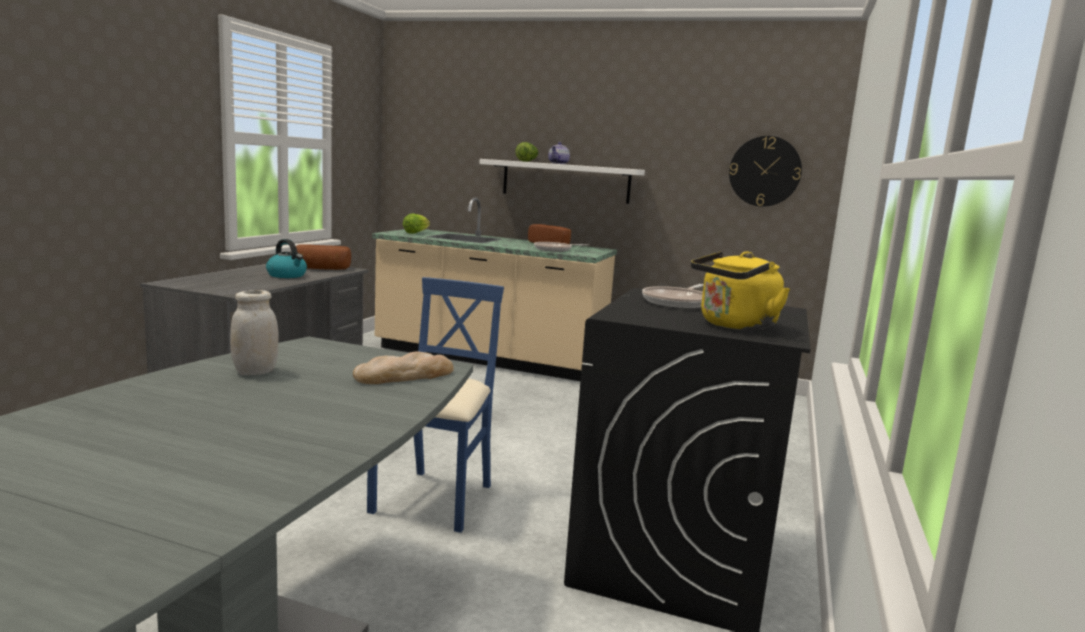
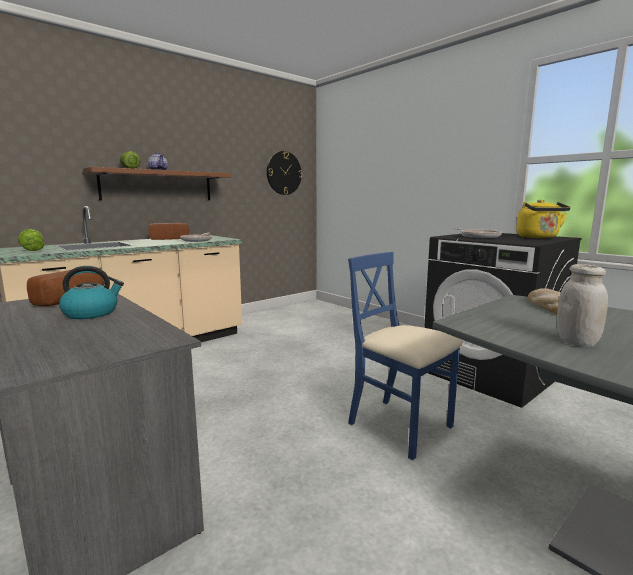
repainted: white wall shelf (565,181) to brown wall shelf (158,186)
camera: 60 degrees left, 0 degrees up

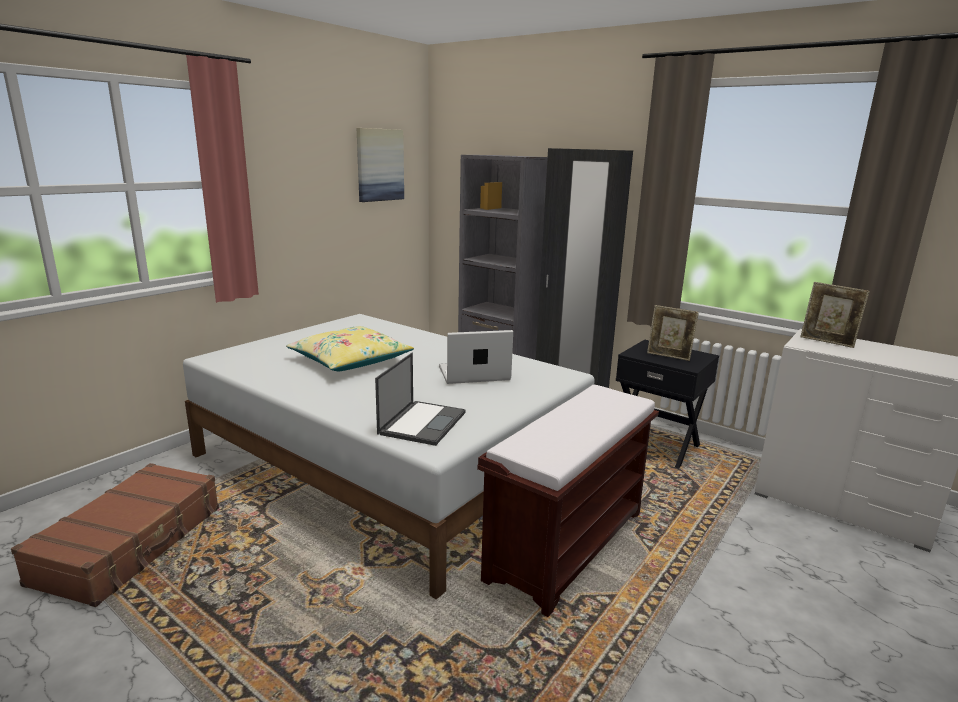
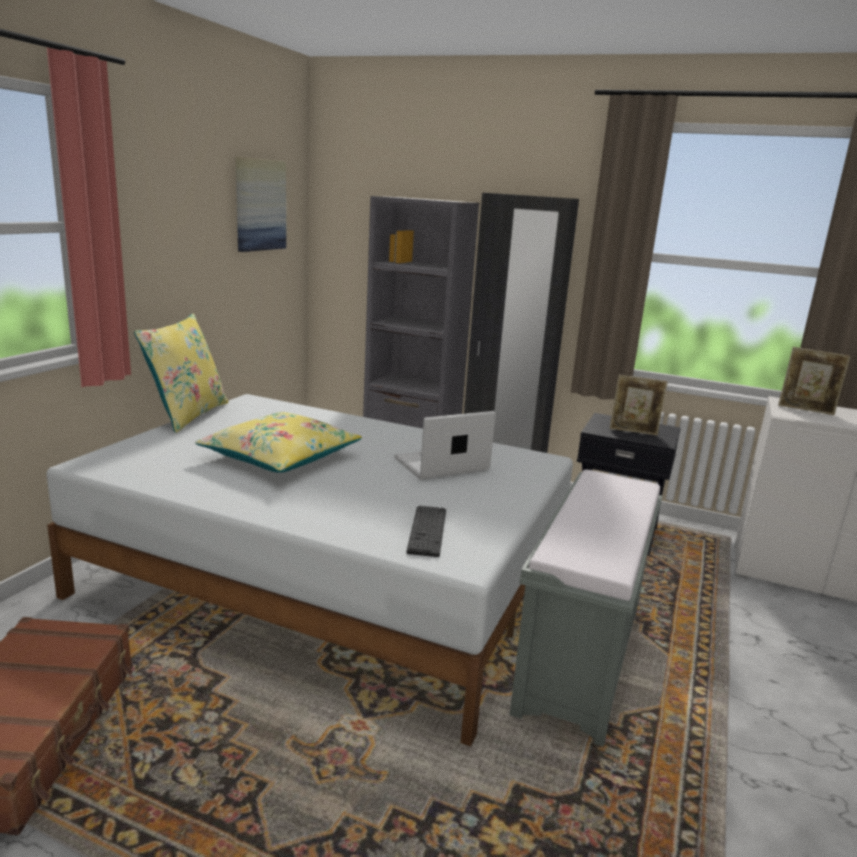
new: yellowish cushion (187,415)
swapped: notebook computer (422,422) to keyboard (427,531)
repainted: brown indoor bench (567,543) to grey indoor bench (579,656)
camera: 15 degrees left, 0 degrees up

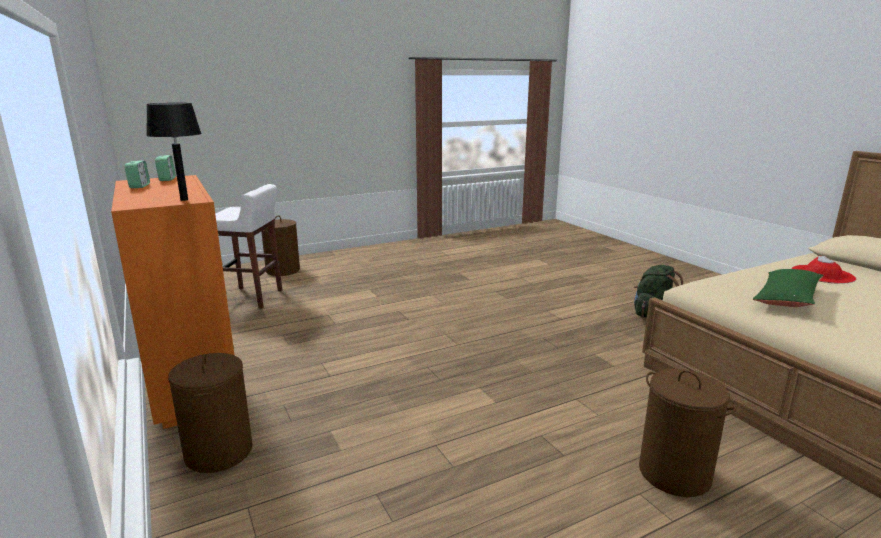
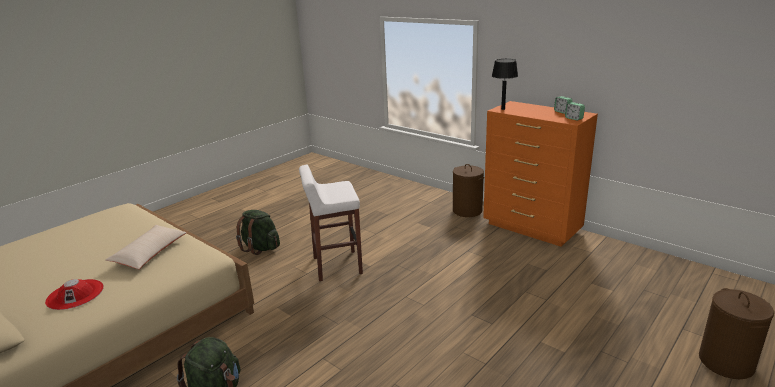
shifted: white stool seat (251,298) to (336,266)
swapped: brown hamper (675,474) to green-coloured rucksack (260,248)
repainted: green-coloured cushion (786,298) to beige cushion (150,253)
camera: 160 degrees right, 5 degrees up

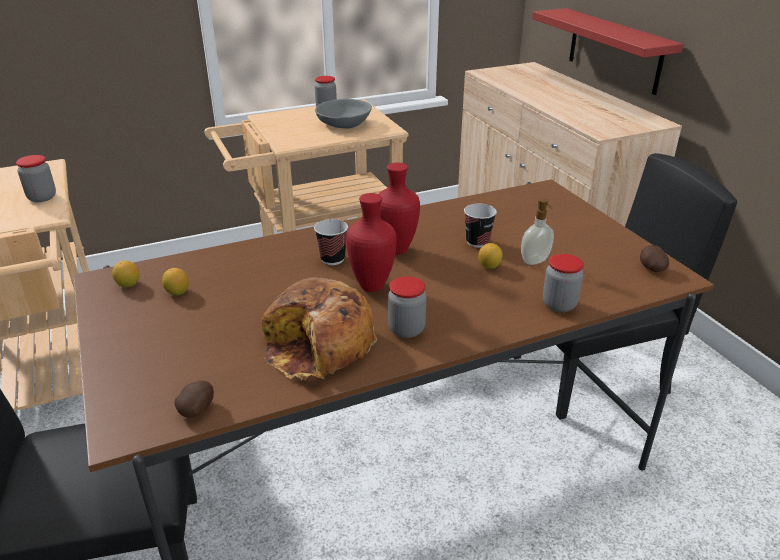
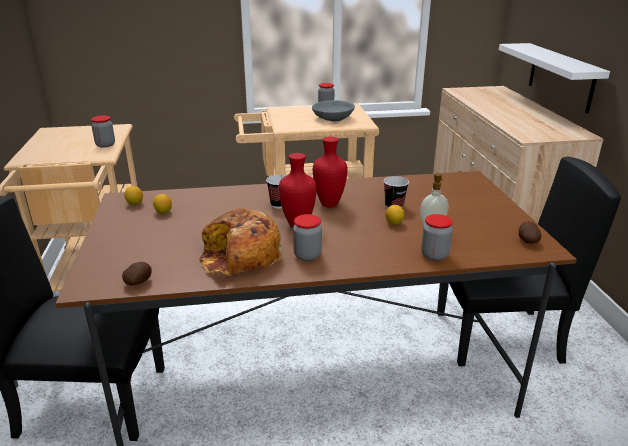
repainted: red-coloured wall shelf (614,50) to white wall shelf (561,77)
camera: 15 degrees right, 5 degrees down

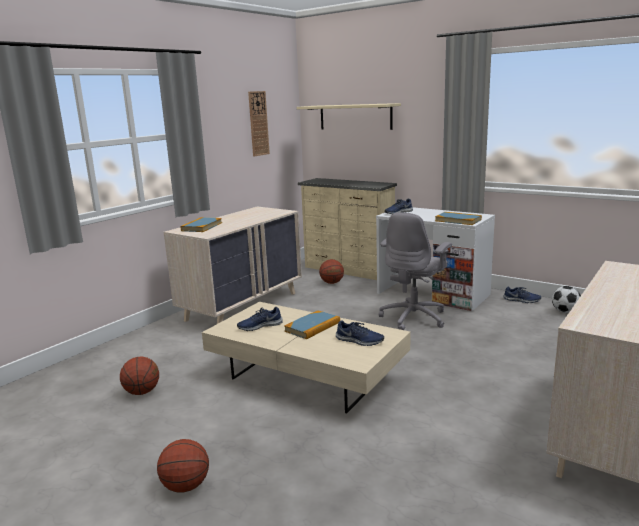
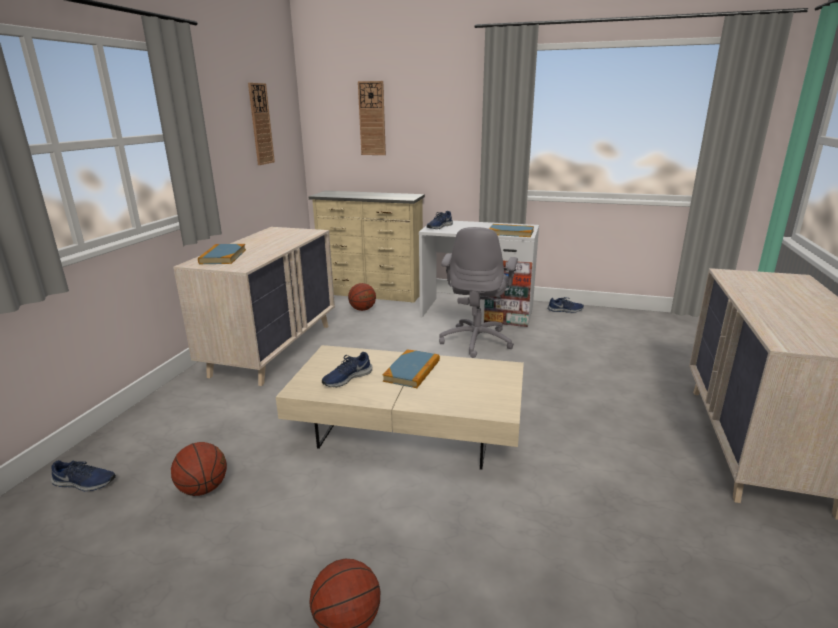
gone: ball for football (565,312)
shifted: blue-coloured low shoe (359,341) to (84,483)
swapped: beige wall shelf (355,117) to clock on the wall (372,118)
camera: 20 degrees left, 5 degrees up

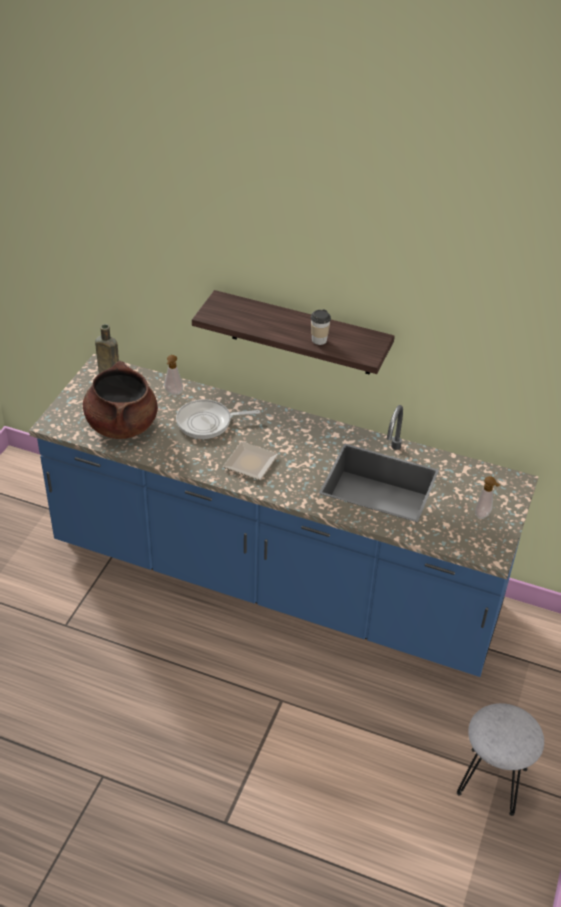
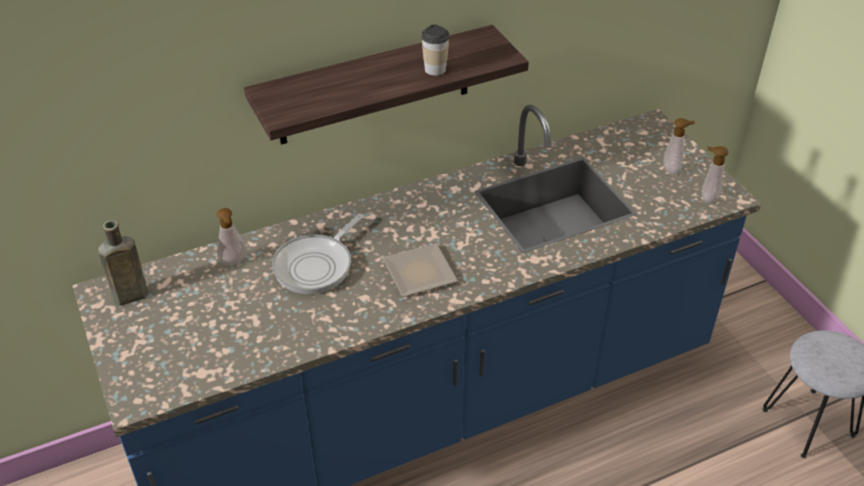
gone: brown cooking pot (121,425)
new: soap bottle (707,197)
camera: 45 degrees left, 0 degrees up

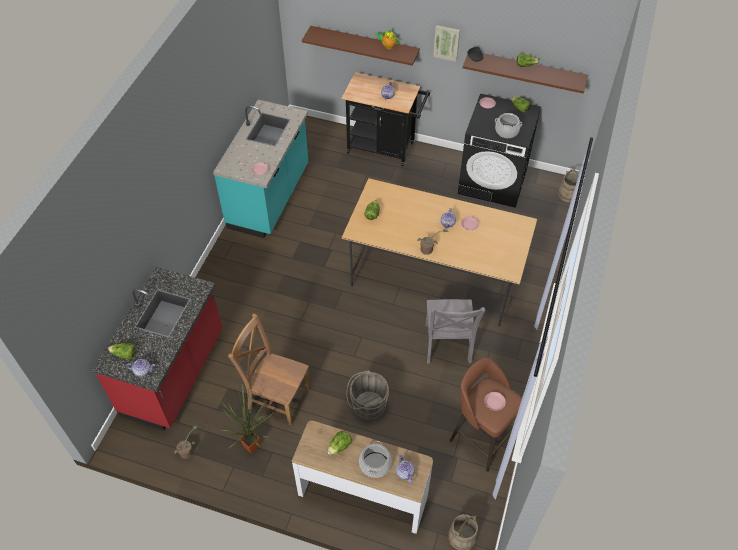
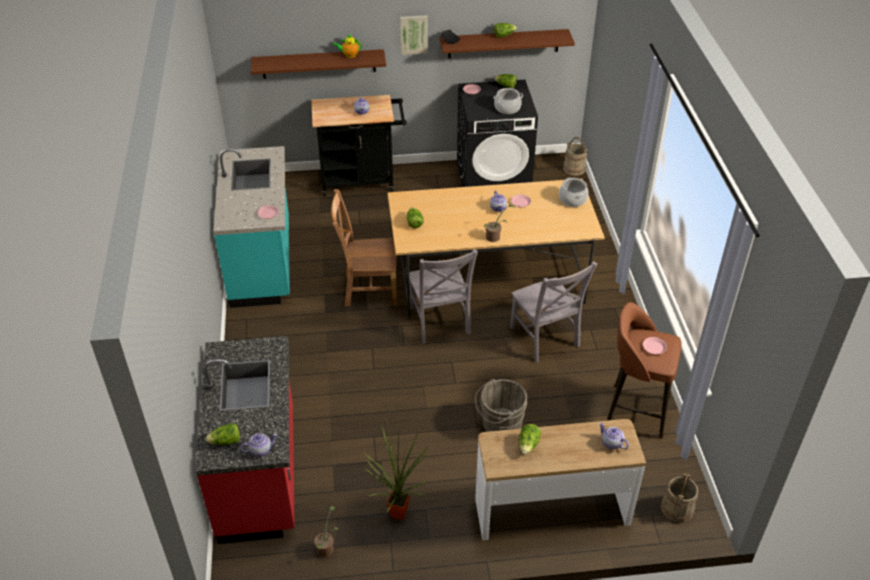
new: grey chair (440,322)
shifted: brown chair (276,397) to (368,289); cooking pot (375,464) to (573,199)
camera: 25 degrees left, 10 degrees down

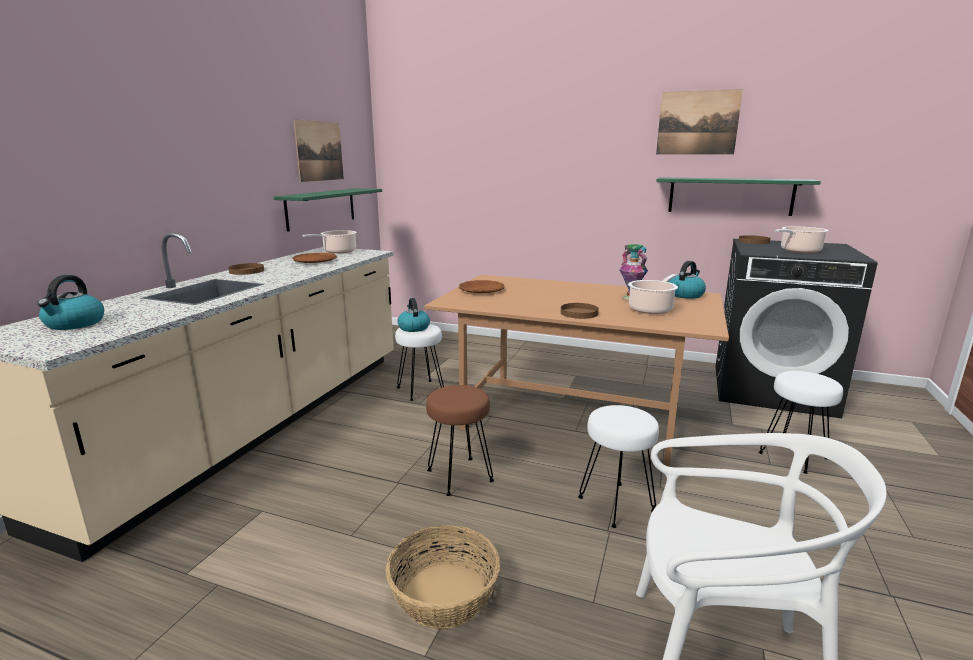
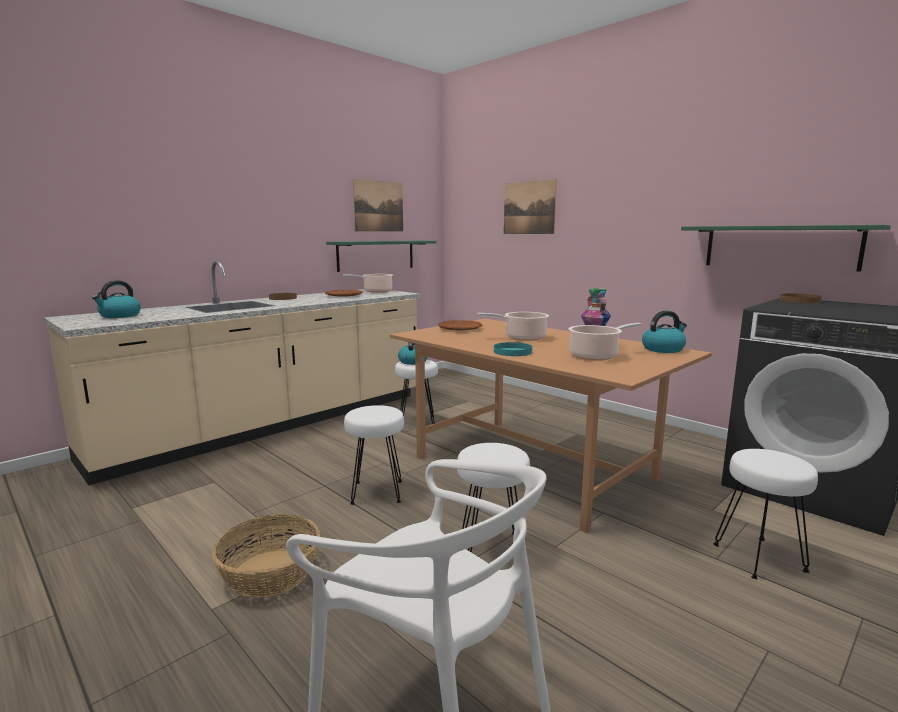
shifted: wall picture (697,123) to (529,208); cooking pot (798,251) to (522,338)
repainted: brown stool seat (459,476) to white stool seat (376,492); brown flat dish (579,313) to turquoise flat dish (512,352)
camera: 25 degrees right, 5 degrees down

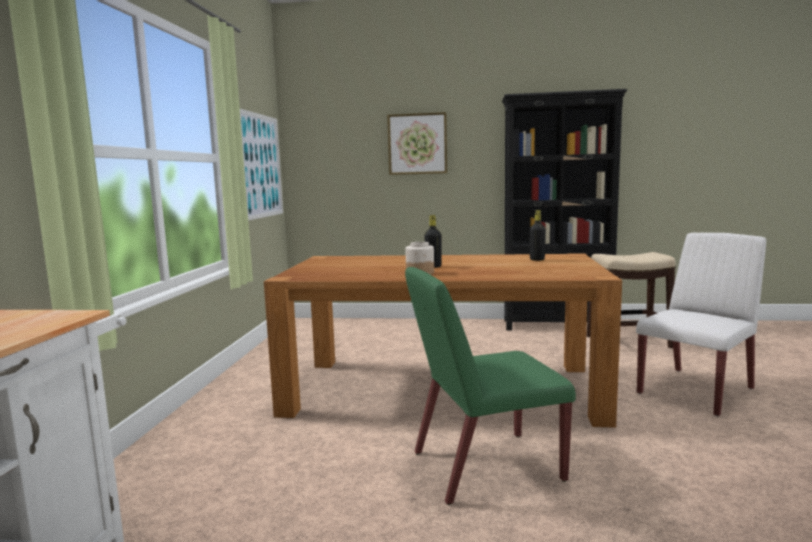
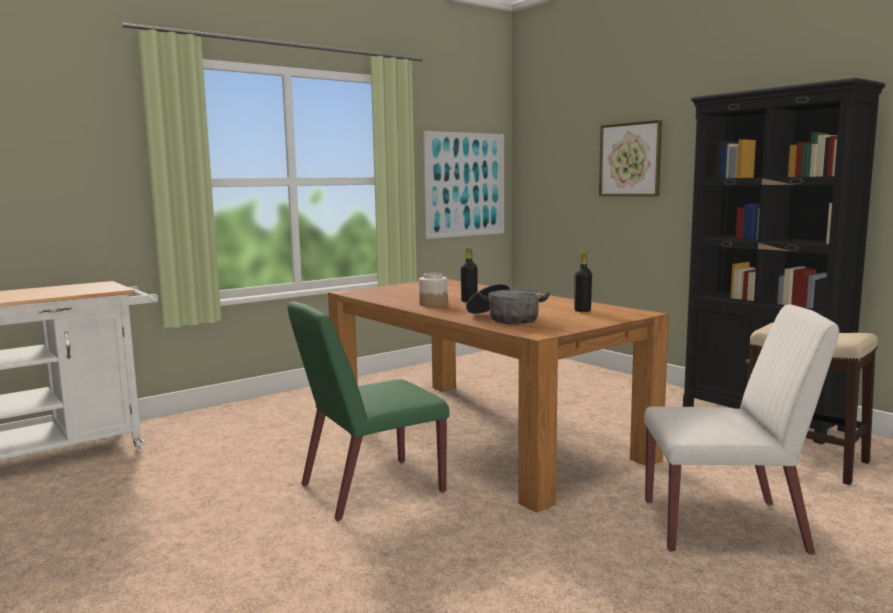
new: cooking pot (504,318)
rotated: green-coloured chair (484,466) = (370,489) 60 degrees counterclockwise
camera: 45 degrees right, 0 degrees up

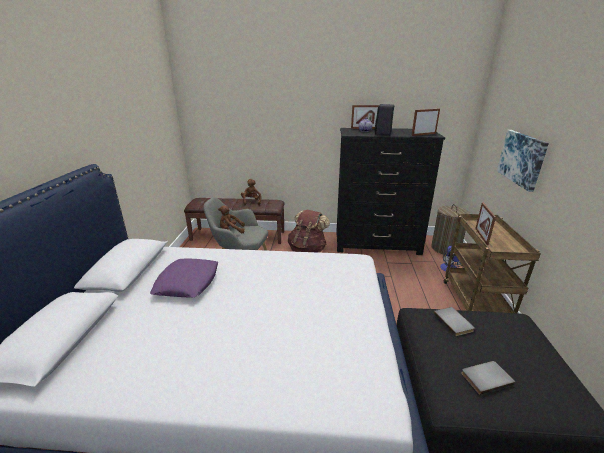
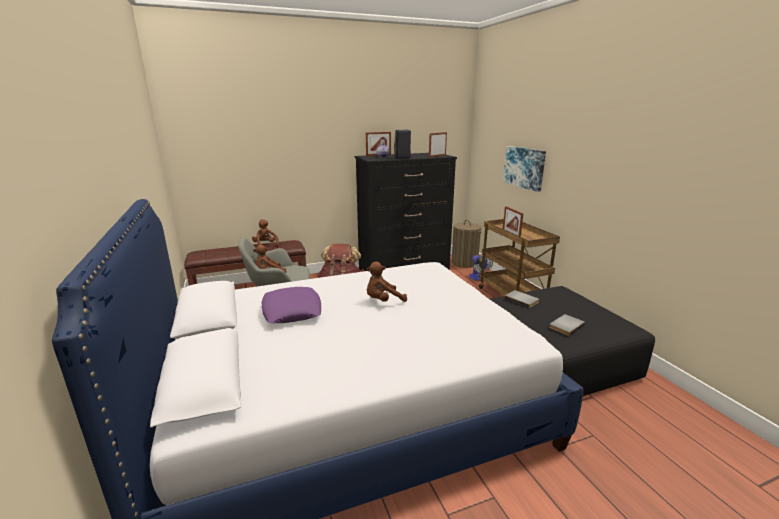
new: brown plush toy (383,301)
camera: 25 degrees left, 5 degrees down

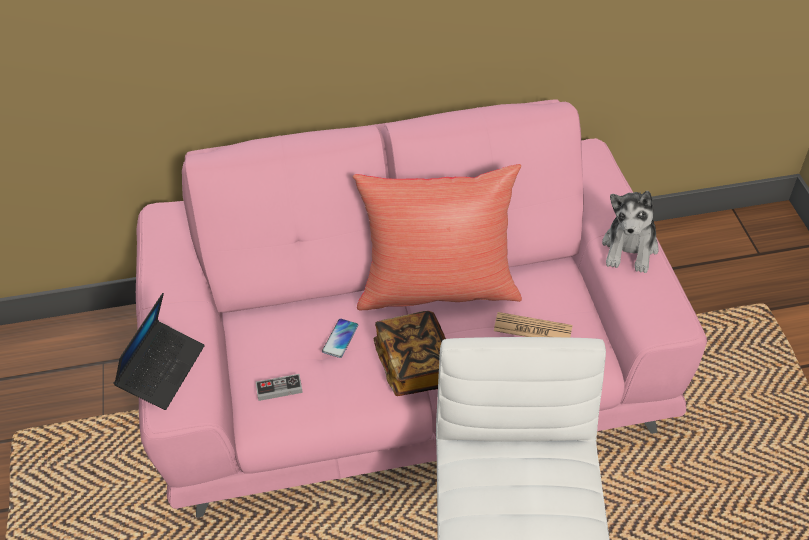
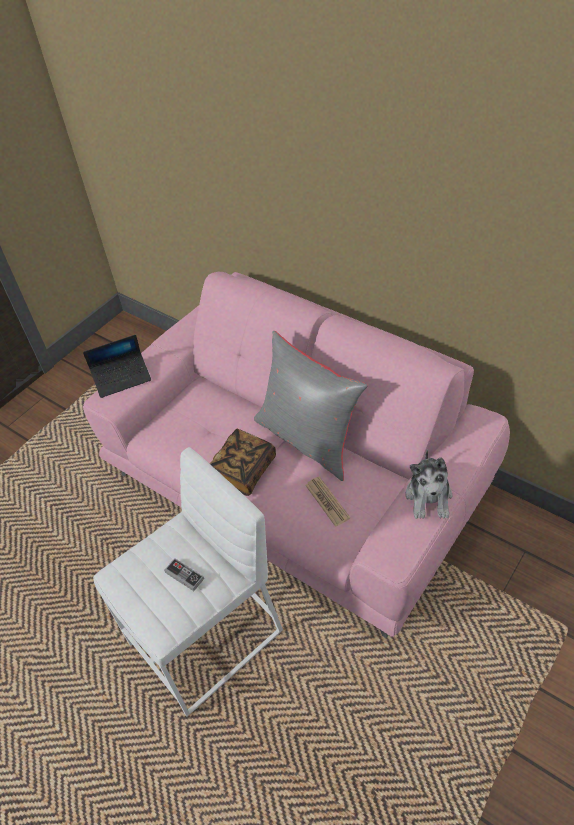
gone: phone (340,338)
shifted: game controller (279,389) to (184,575)
repainted: red-coloured cushion (437,287) to grey cushion (308,439)
rotated: plush toy (630,248) = (429,497) 60 degrees counterclockwise
camera: 50 degrees right, 0 degrees up

